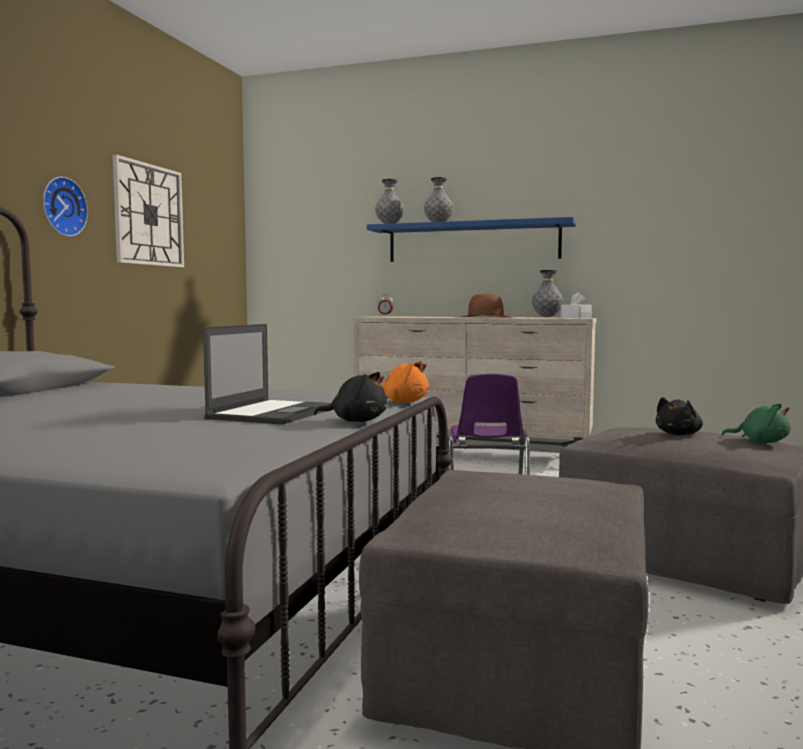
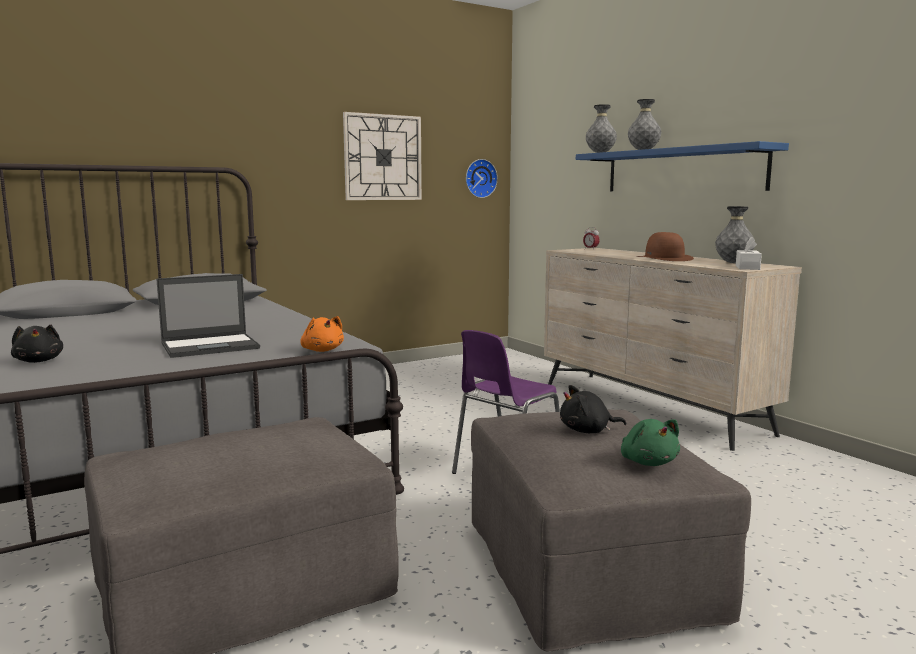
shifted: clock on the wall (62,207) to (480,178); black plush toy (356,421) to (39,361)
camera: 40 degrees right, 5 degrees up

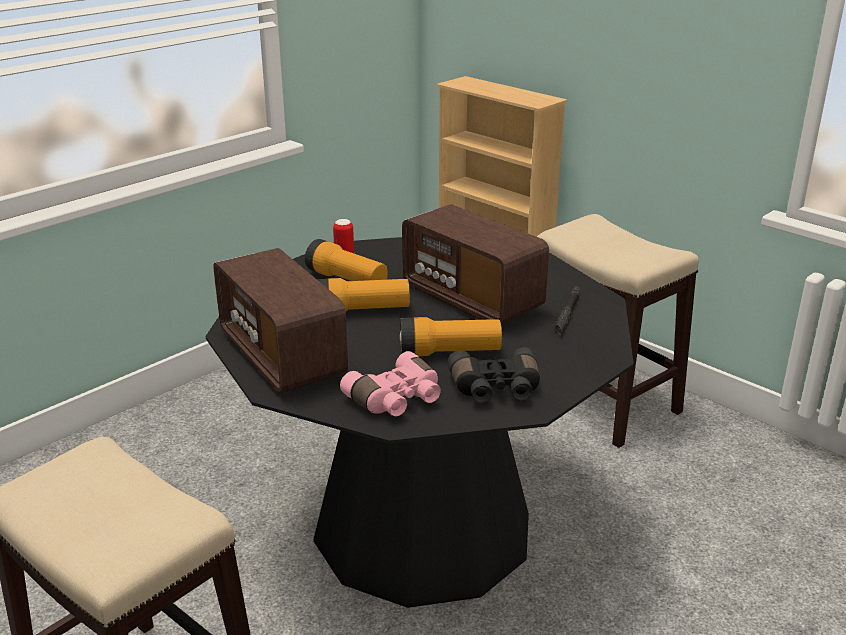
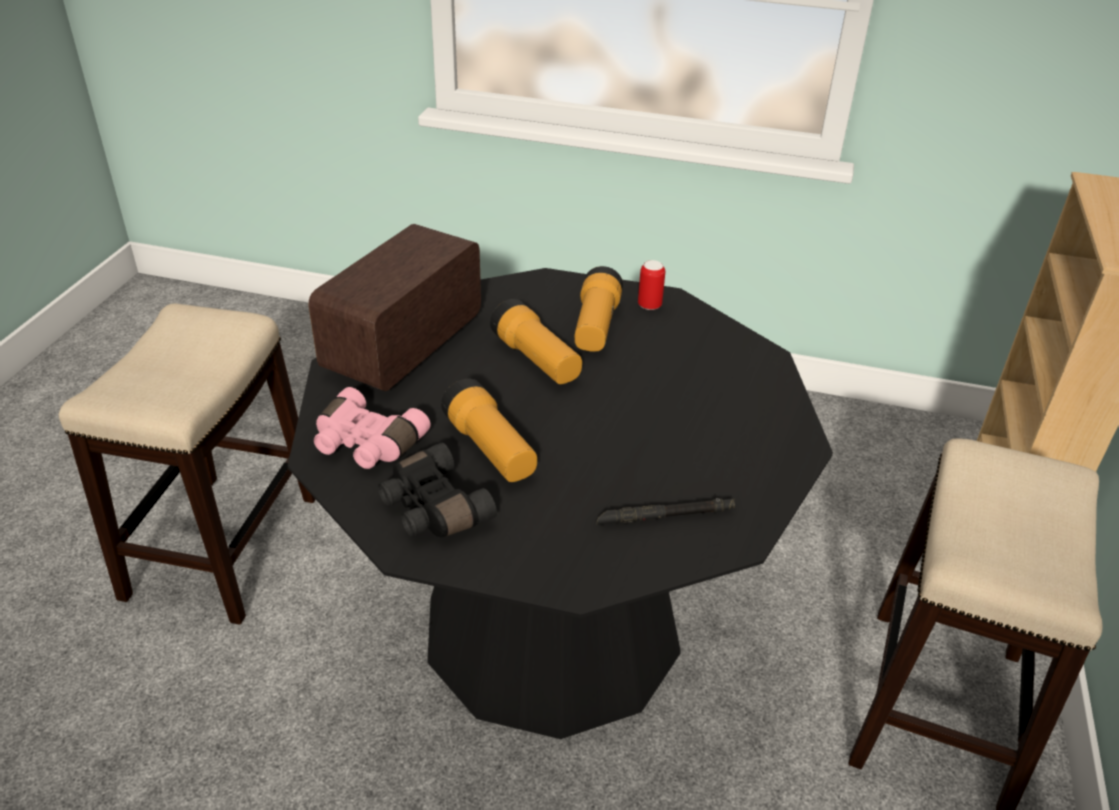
gone: radio (472,298)
camera: 60 degrees right, 10 degrees up

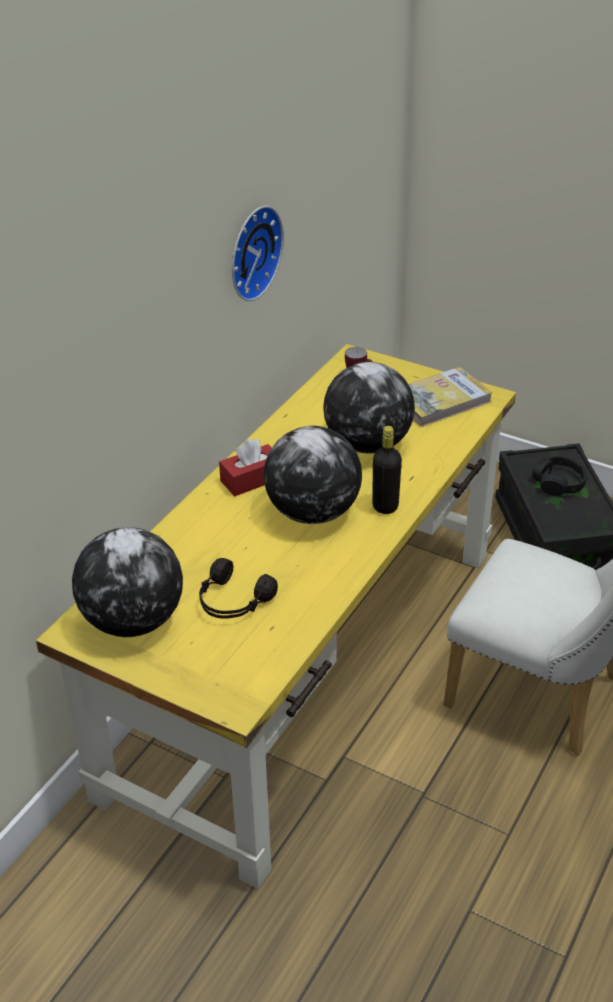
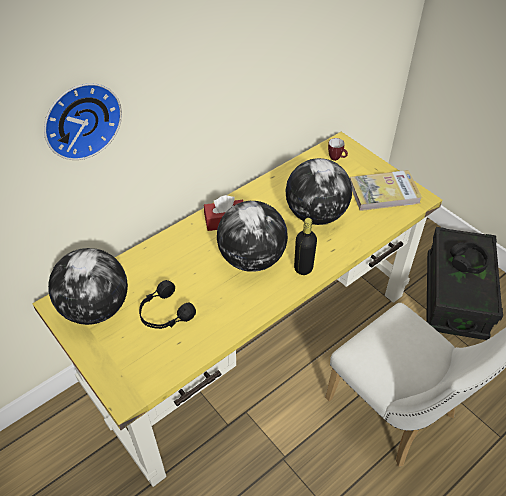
shifted: clock on the wall (251,252) to (80,119)
camera: 20 degrees right, 10 degrees up

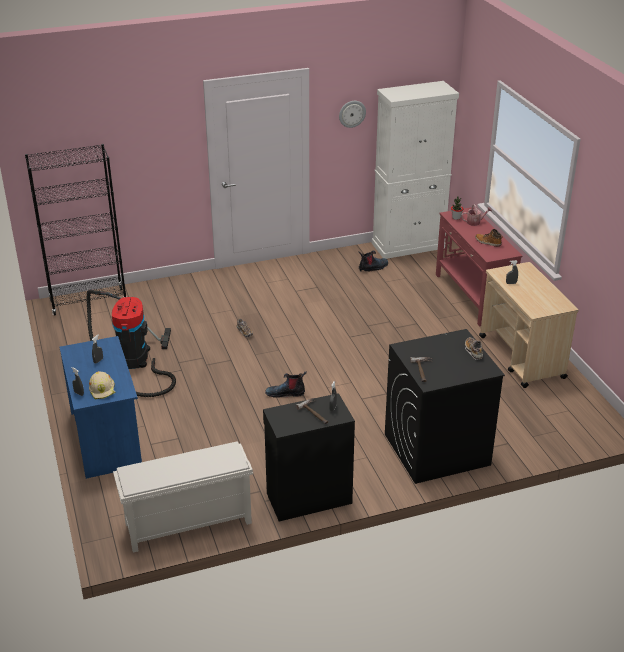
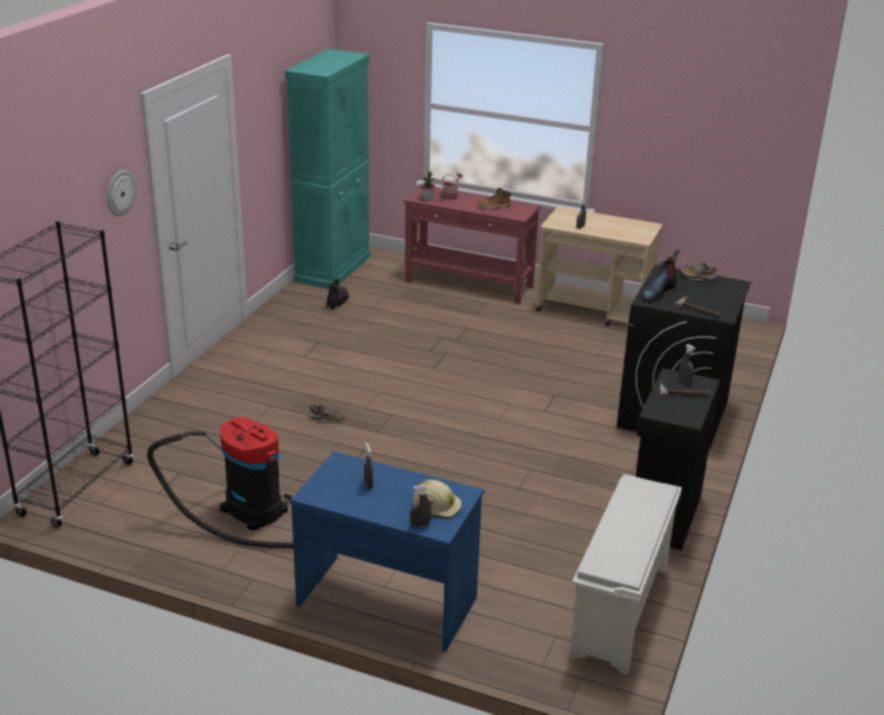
shifted: boot (286,393) to (658,291); clock on the wall (352,113) to (120,192)
repainted: white cupboard (408,245) to turquoise cupboard (333,269)
camera: 50 degrees left, 5 degrees down

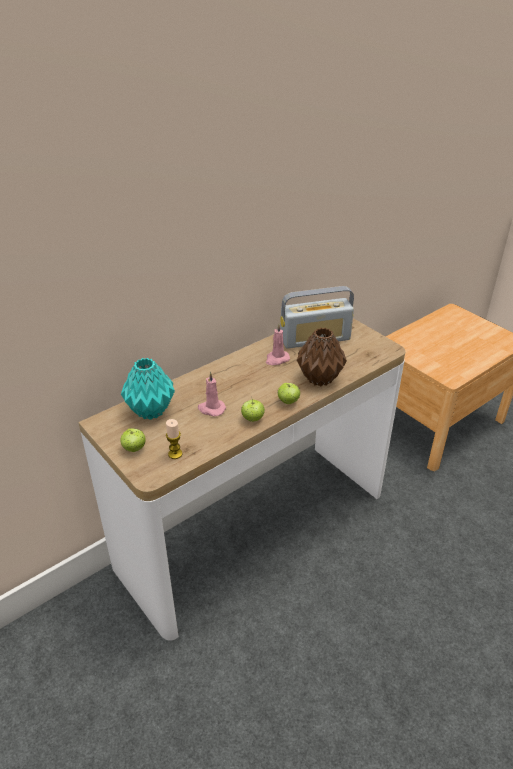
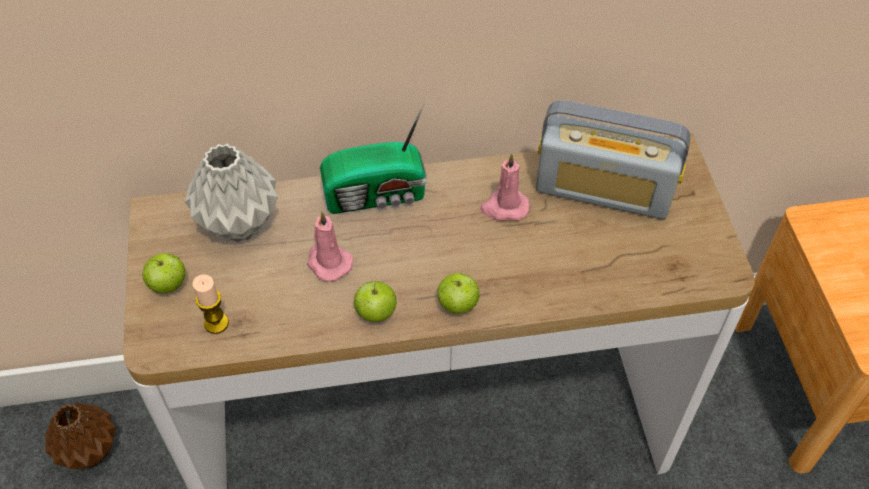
new: radio (378,195)
shifted: brown decorative vase (320,379) to (89,452)
repainted: turquoise decorative vase (151,411) to grey decorative vase (239,226)
camera: 30 degrees right, 15 degrees up

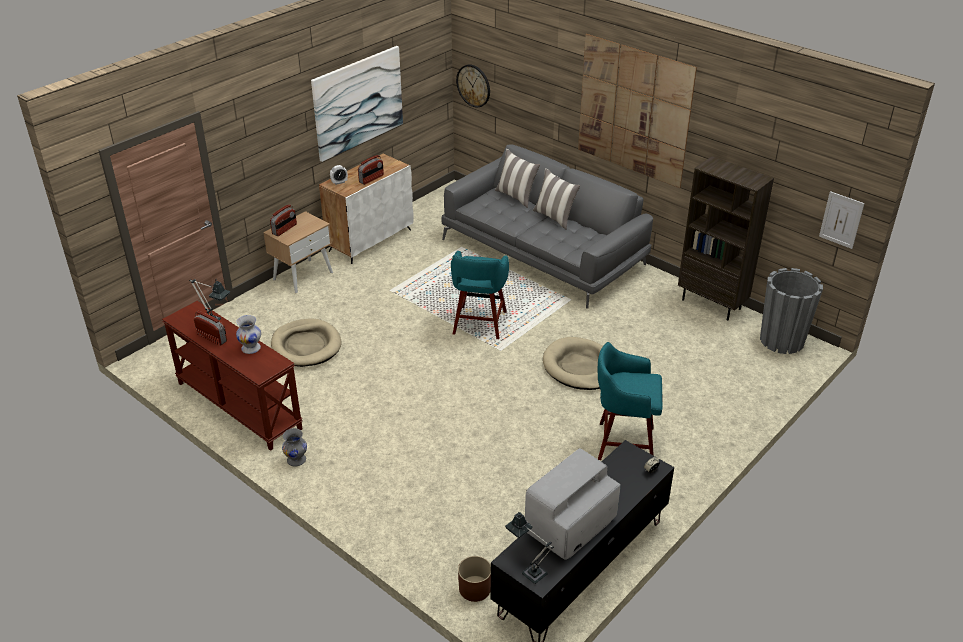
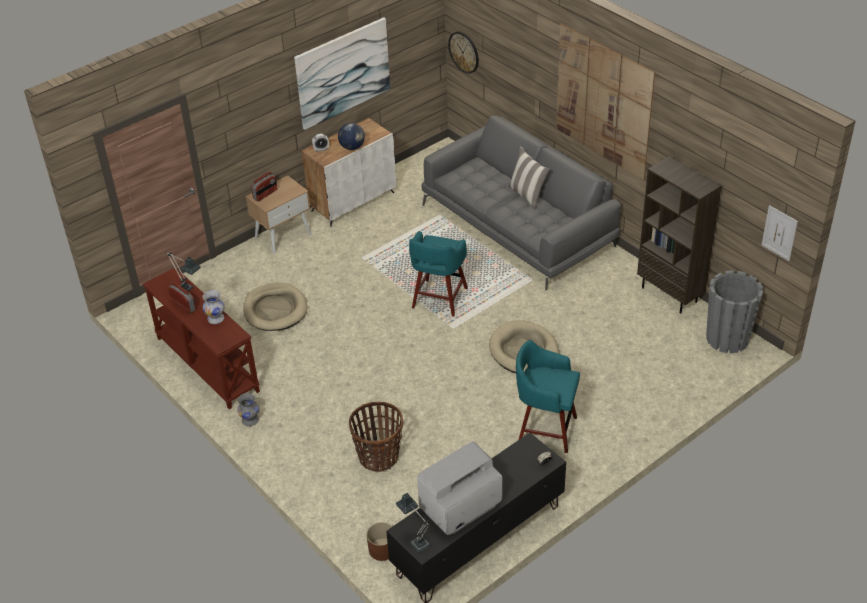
gone: cushion (516,197)
new: storage basket (378,456)
swapped: radio (371,179) to desk globe (352,147)
camera: 10 degrees right, 5 degrees up

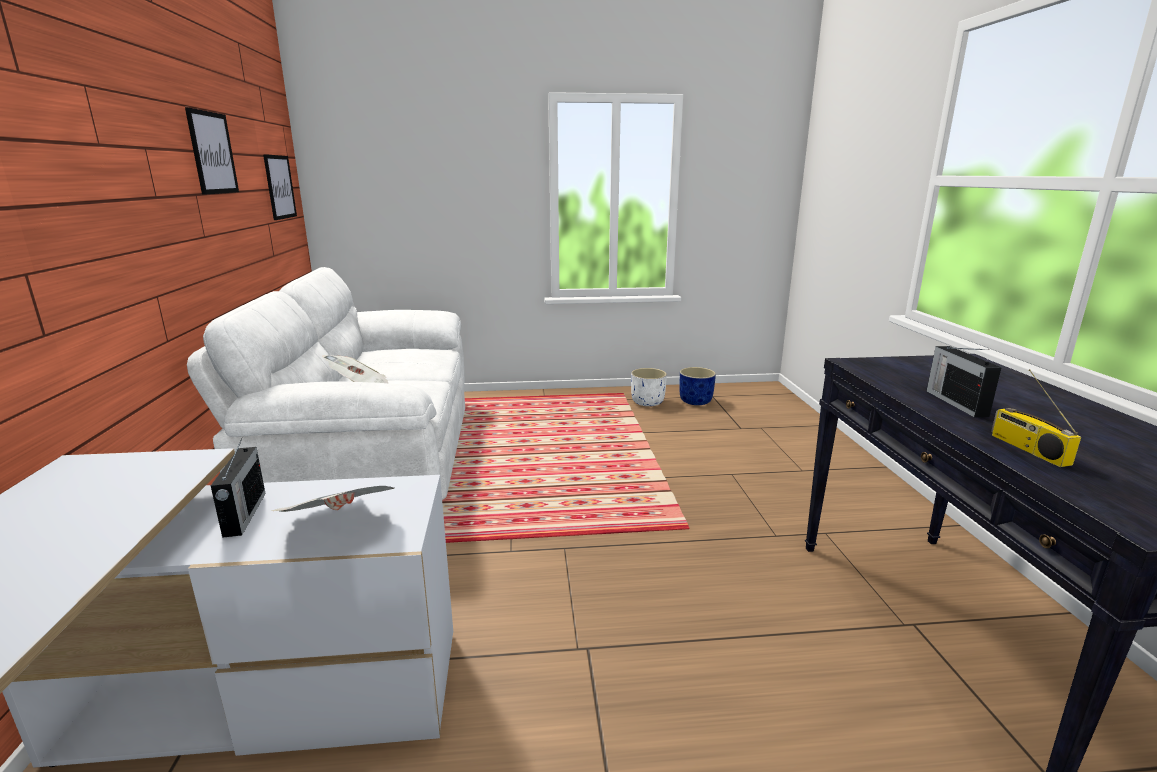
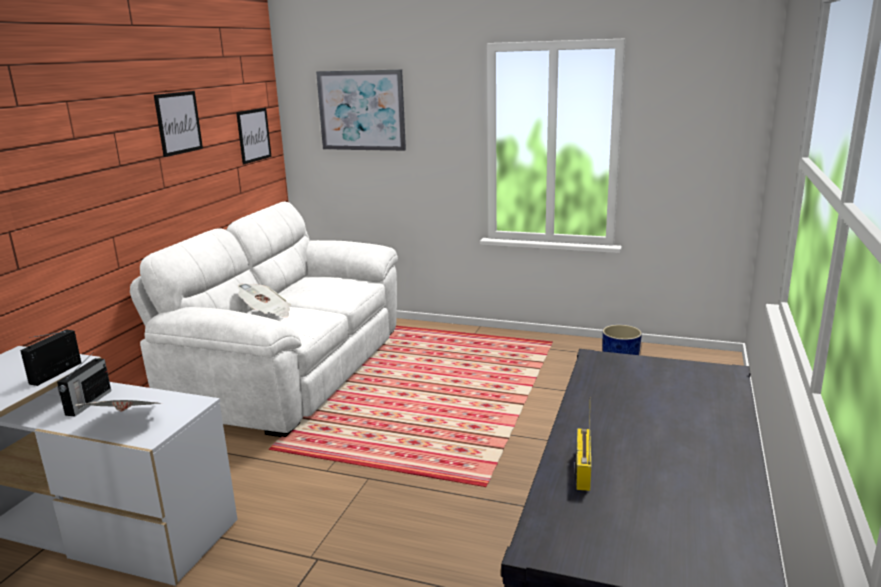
gone: white flower pot (648,402)
new: wall picture (361,110)
shifted: radio (955,402) to (57,372)
camera: 25 degrees right, 0 degrees up

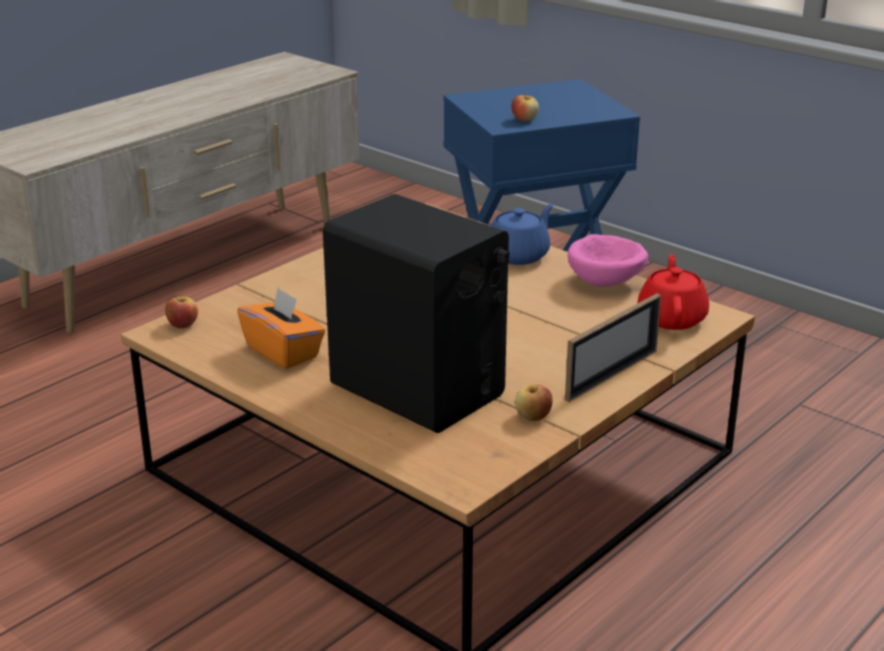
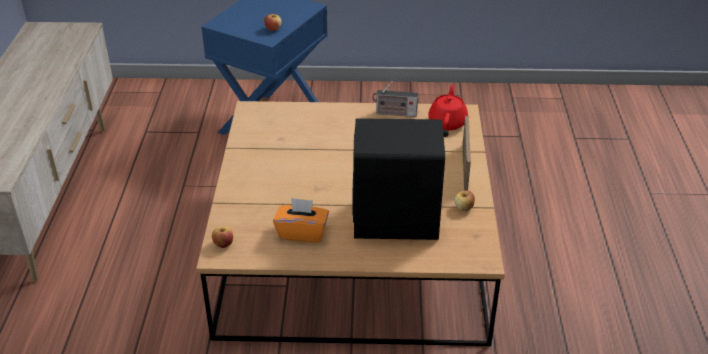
gone: blue-coloured pot for tea (519,255)
swapped: pink-coloured bowl (607,282) to radio (394,113)
rotated: red-coloured pot for tea (672,318) = (448,122) 45 degrees clockwise
camera: 40 degrees left, 10 degrees up

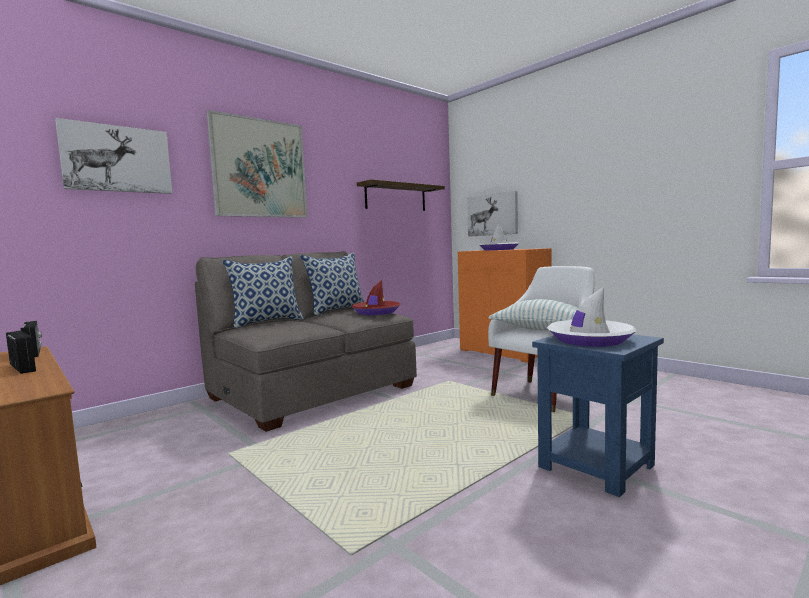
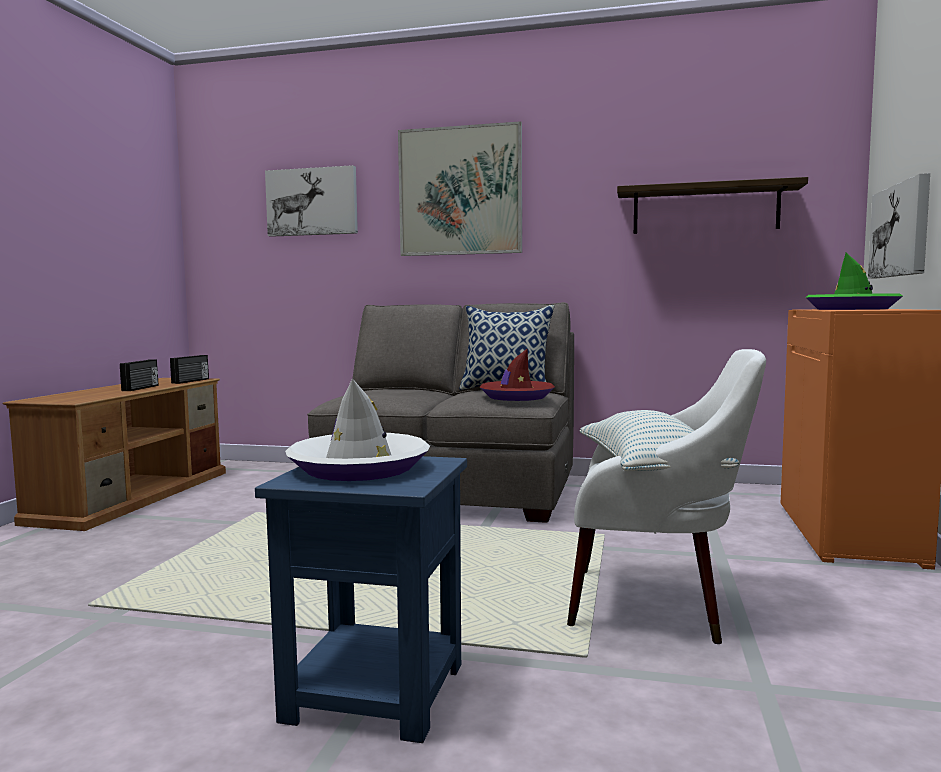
gone: cushion (267,322)
repainted: white wearable hat (498,249) to green-coloured wearable hat (851,309)
camera: 55 degrees right, 0 degrees up

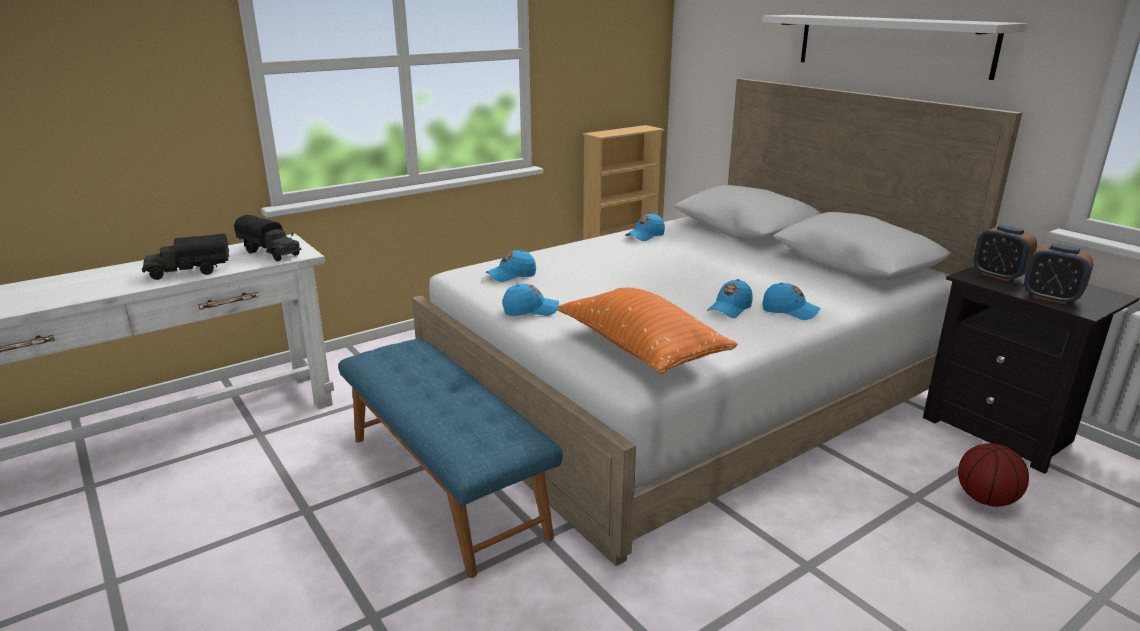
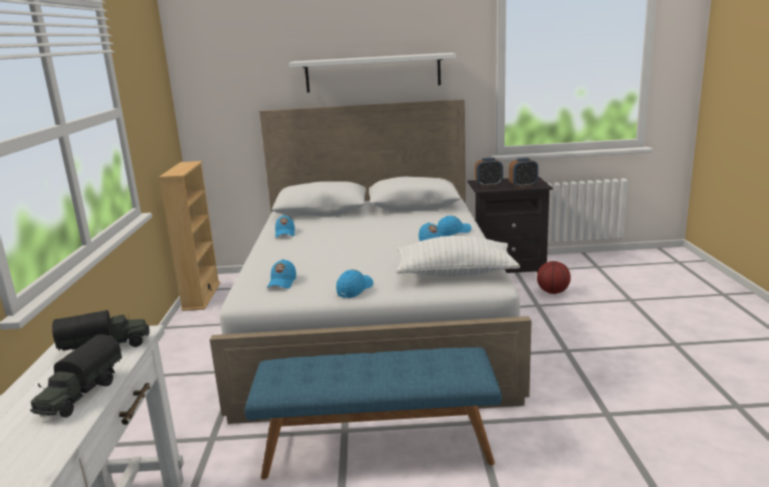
repainted: orange cushion (641,349) to white cushion (455,273)
camera: 55 degrees left, 5 degrees down

